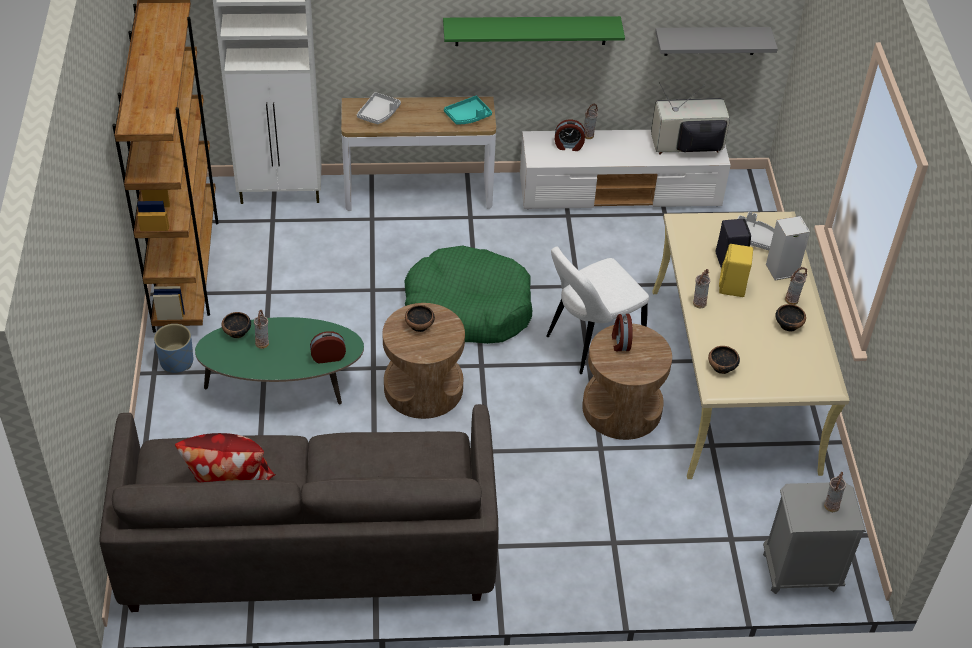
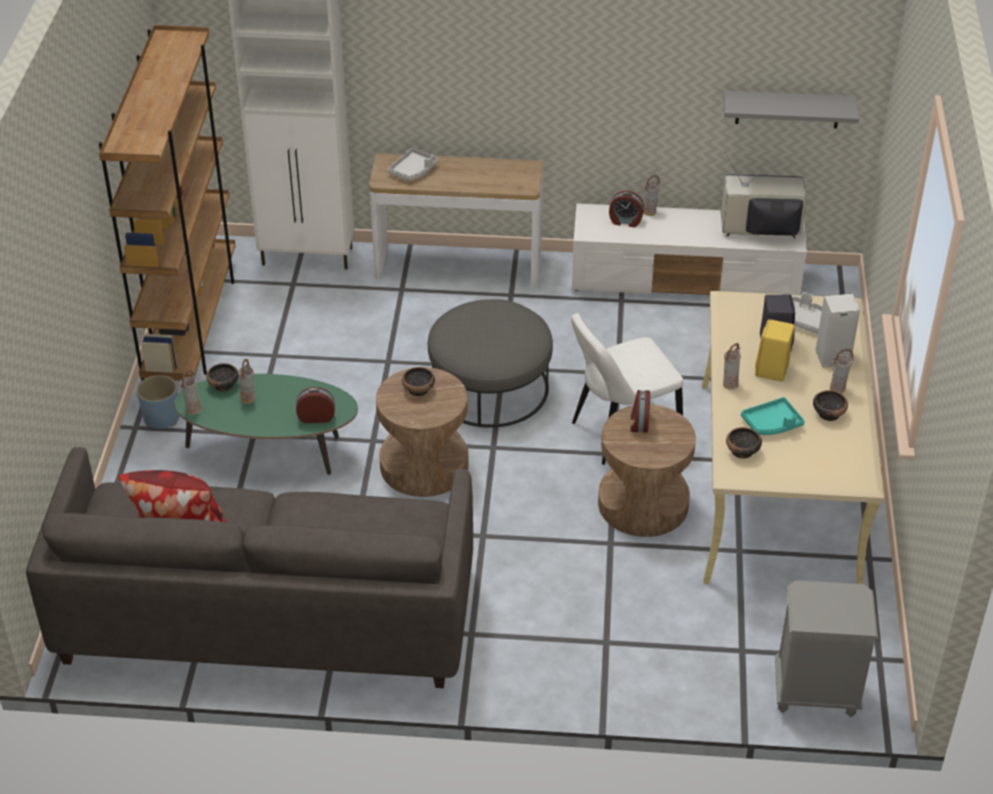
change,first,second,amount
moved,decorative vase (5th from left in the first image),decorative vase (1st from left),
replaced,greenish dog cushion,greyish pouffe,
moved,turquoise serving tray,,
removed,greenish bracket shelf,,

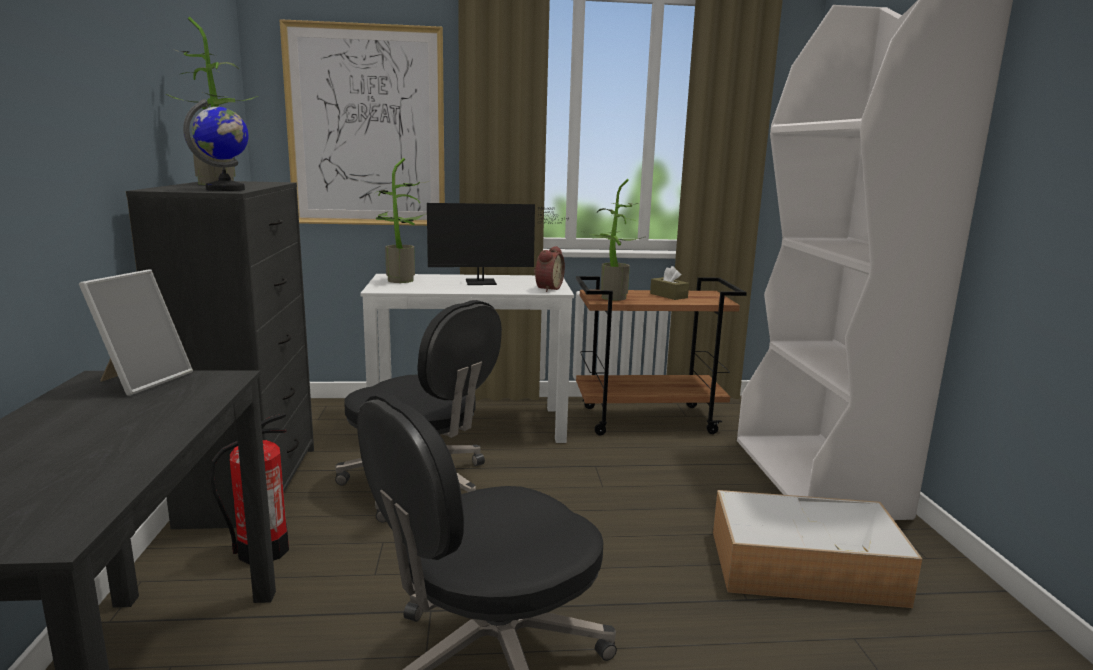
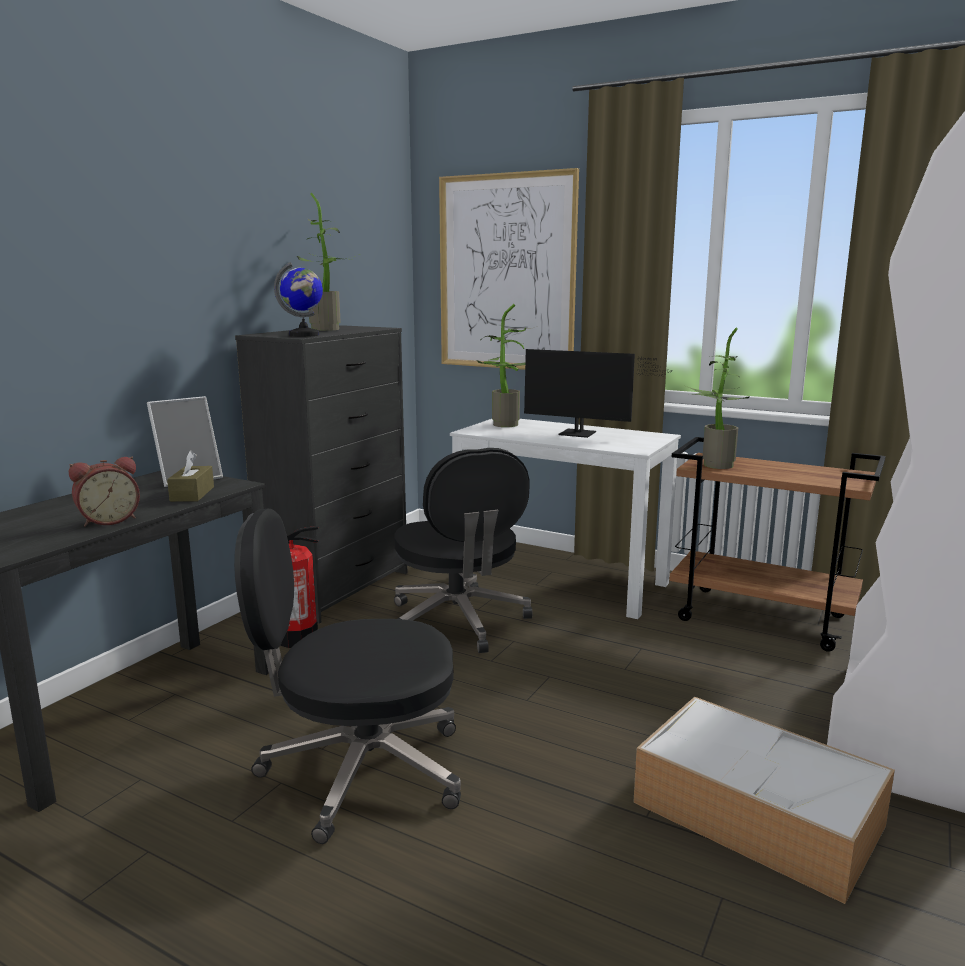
change,first,second,amount
moved,table clock,,
moved,brown-coloured tissue holder,,

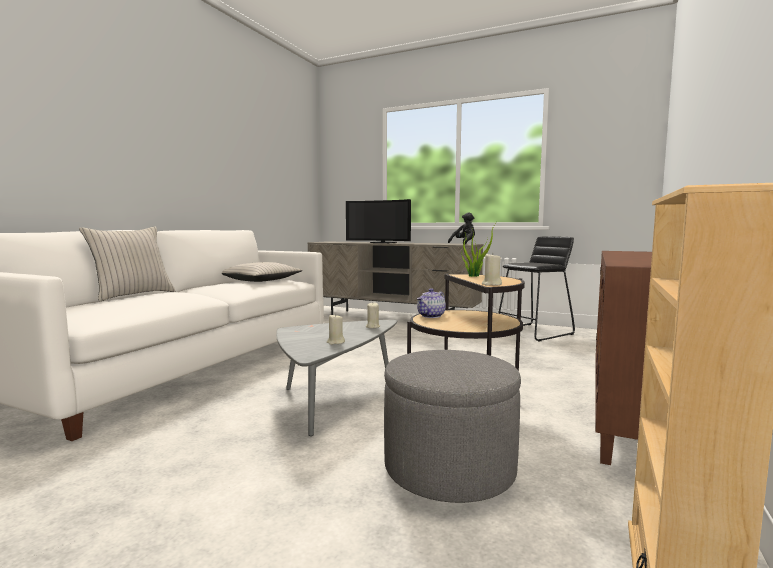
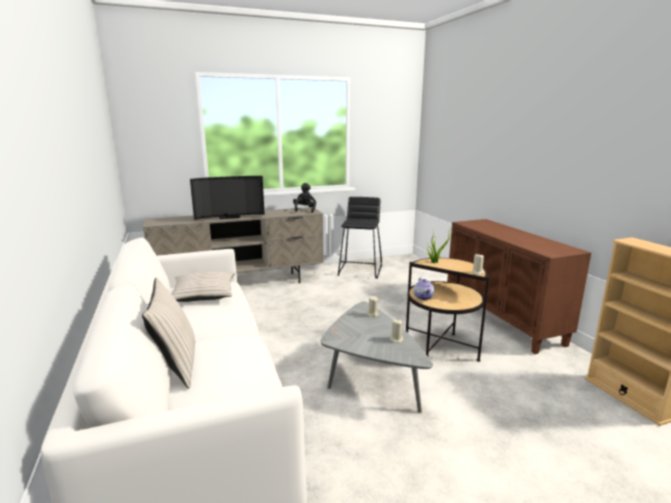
change,first,second,amount
removed,greyish pouffe,,

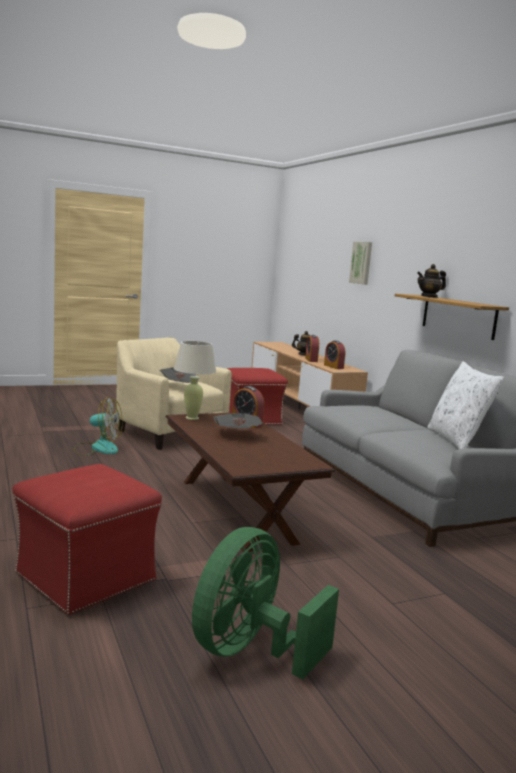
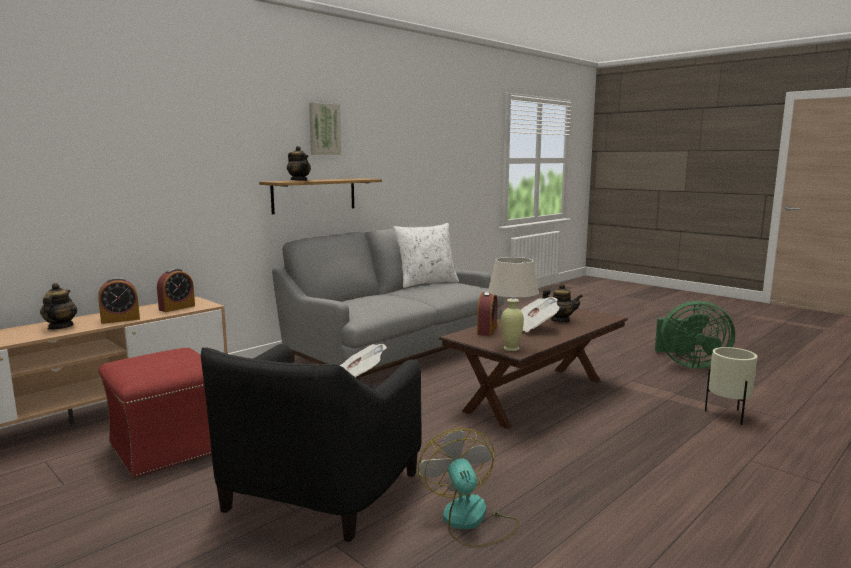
change,first,second,amount
recoloured,beige-coloured easy chair,black easy chair,
moved,picture,,
added,,teapot (3rd from left),
replaced,red pouffe (1st from left),beige-coloured plant pot,

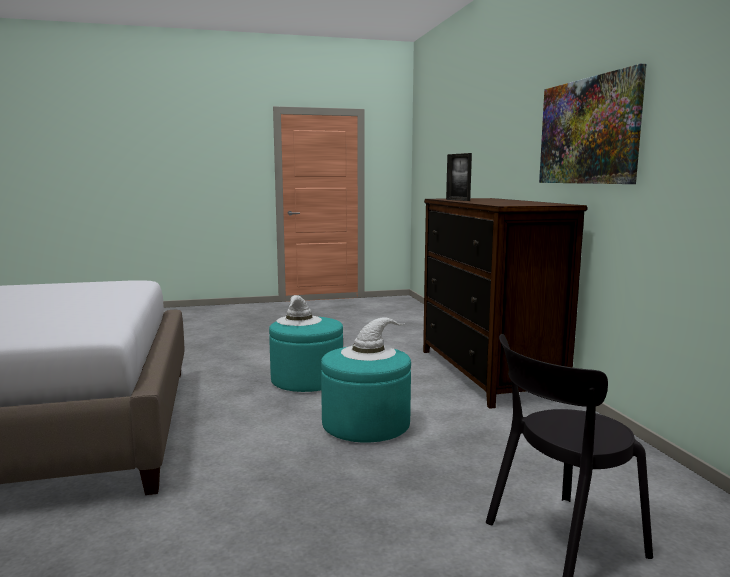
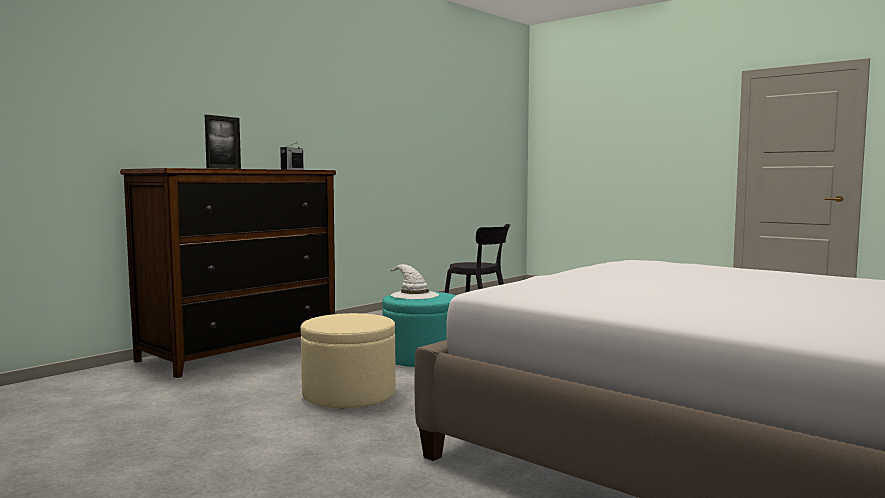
change,first,second,amount
added,,radio,
recoloured,turquoise pouffe (1st from left),beige-coloured pouffe,
removed,whitish clothing hat (1st from left),,
removed,picture,,

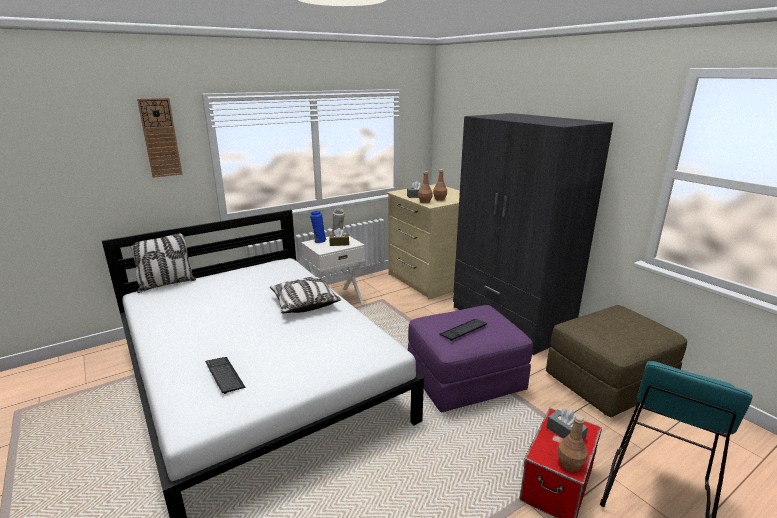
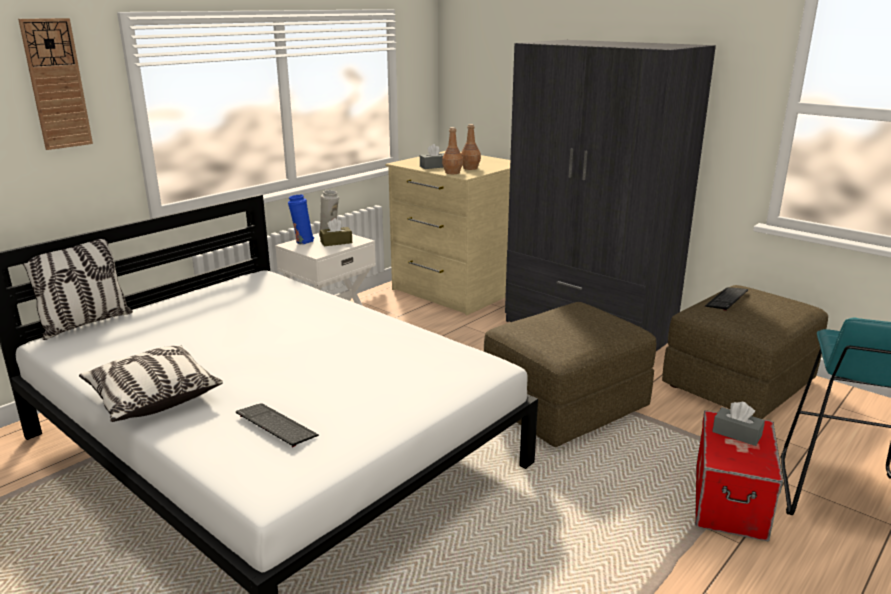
change,first,second,amount
moved,throw pillow (2nd from left),,
recoloured,purple pouffe,brown-coloured pouffe (1st from left),
moved,computer keyboard (2nd from left),,
removed,brown-coloured bottle (3rd from left),,

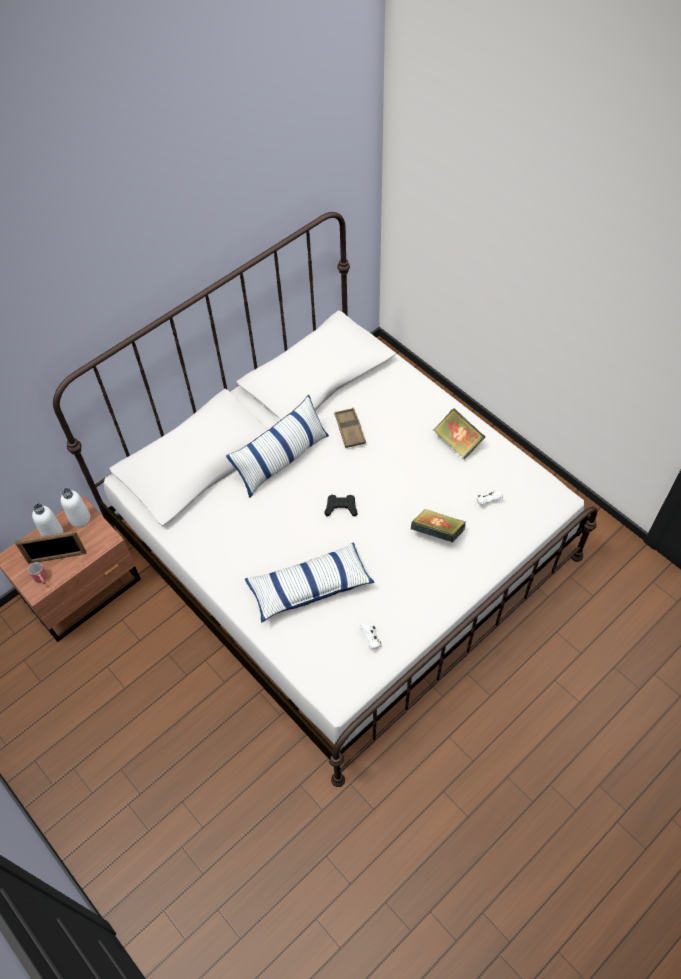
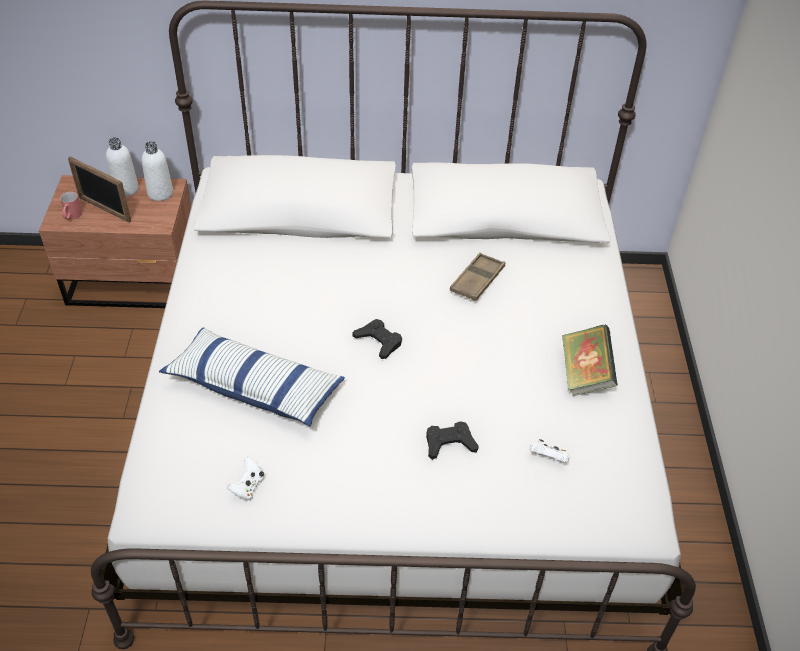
change,first,second,amount
replaced,bound book (1st from left),black joypad (2nd from left),
removed,throw pillow (1st from left),,

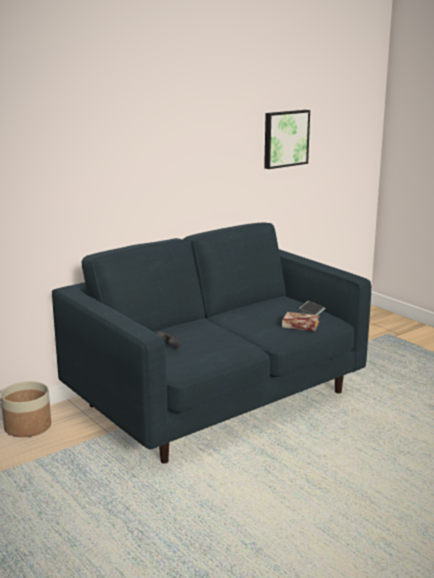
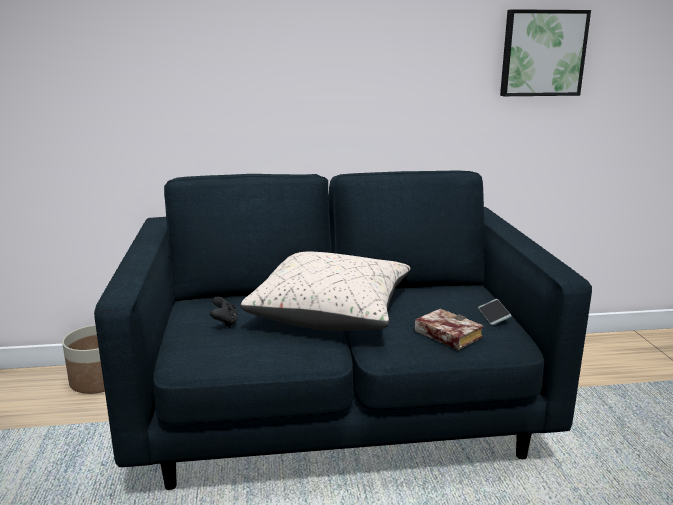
change,first,second,amount
added,,beige-coloured throw pillow,

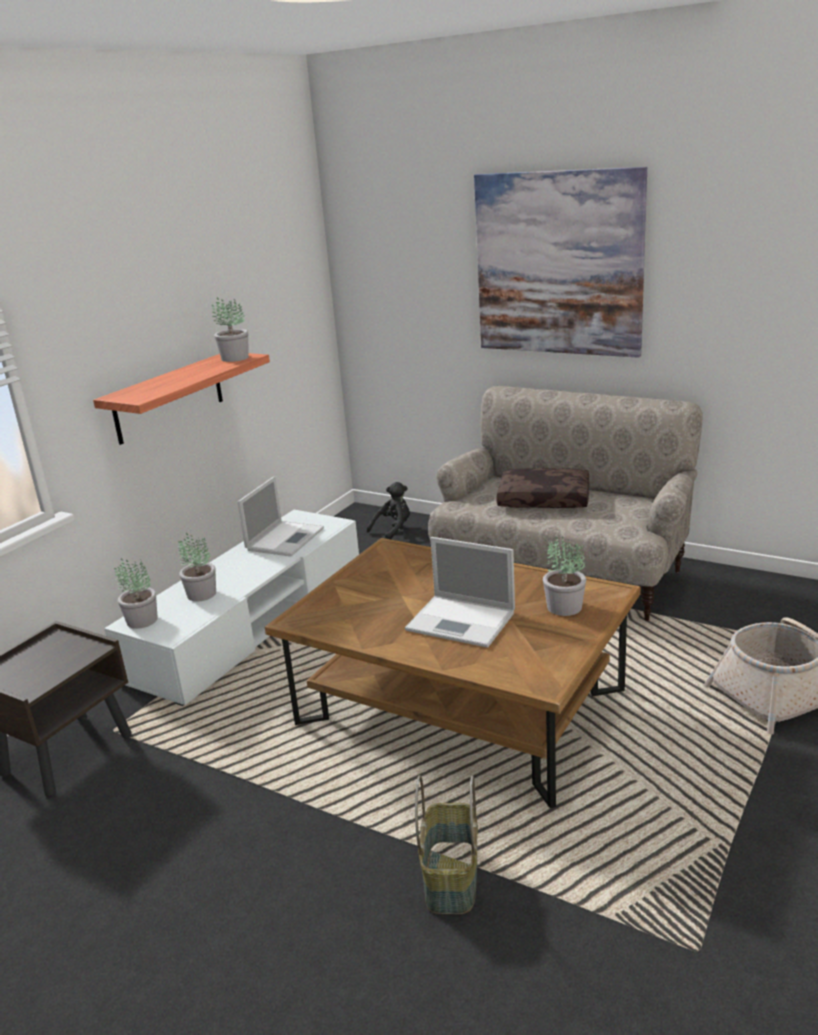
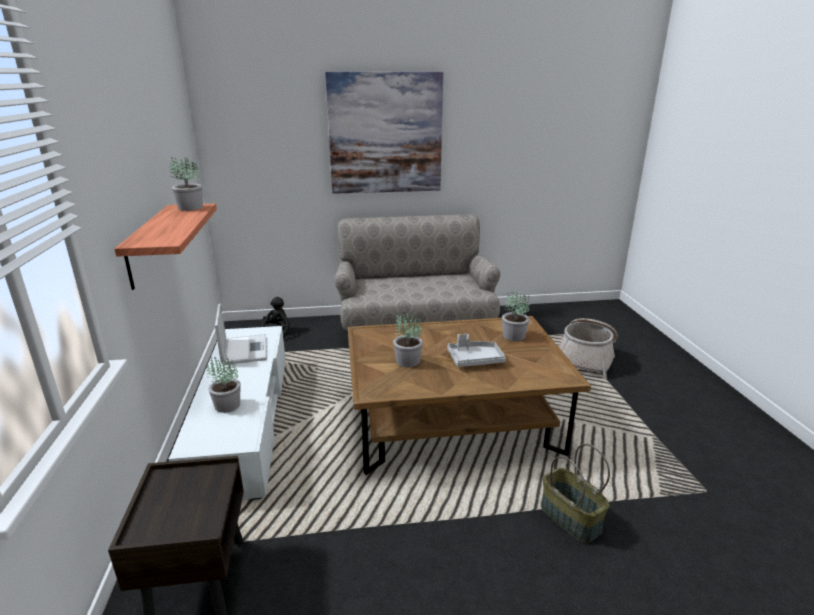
change,first,second,amount
moved,plant in a pot (1st from left in the first image),plant in a pot (3rd from left),
replaced,portable computer (2nd from left),greyish serving tray,
removed,brown-coloured throw pillow,,

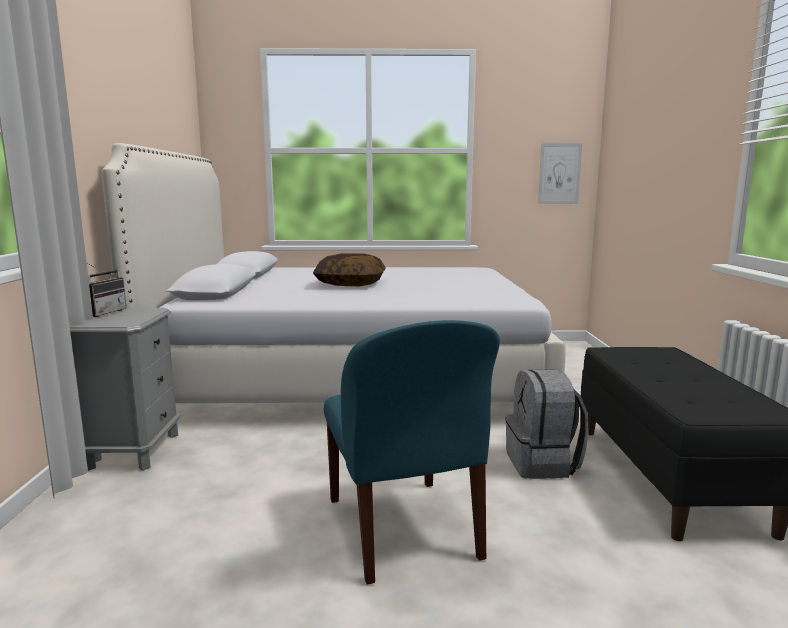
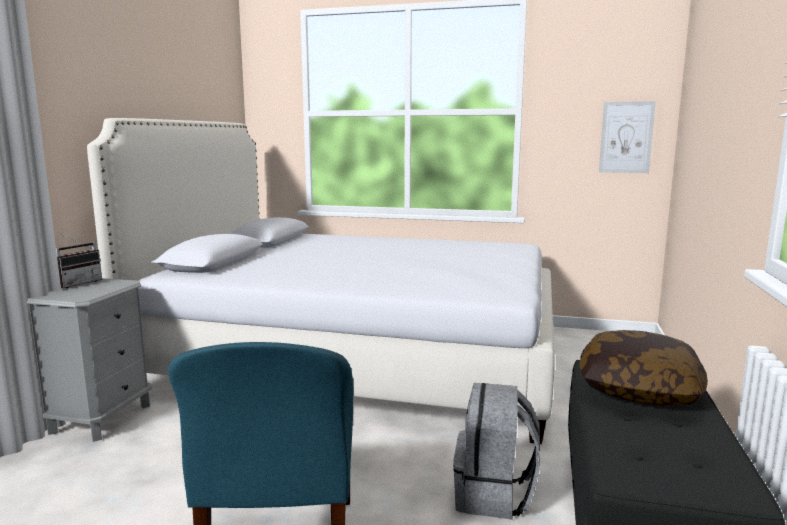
change,first,second,amount
moved,throw pillow,,

